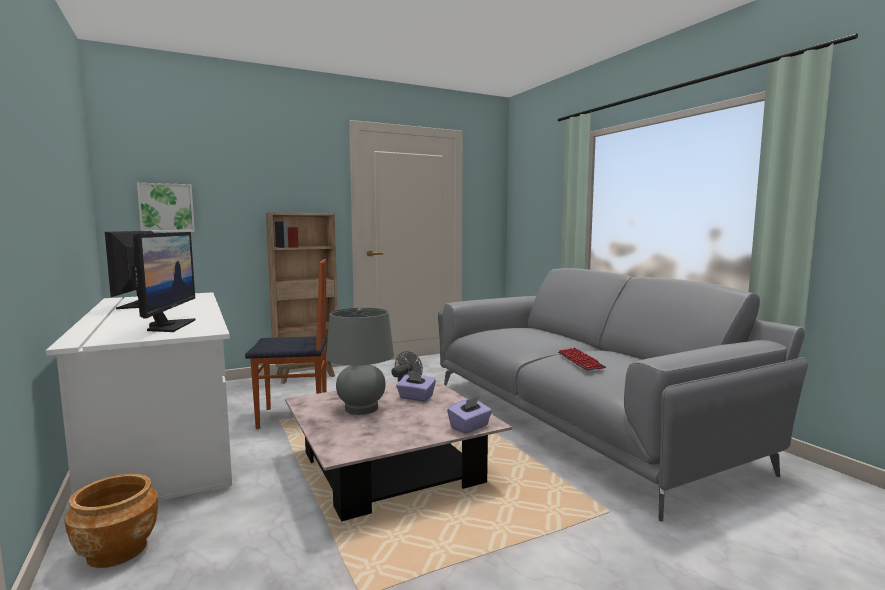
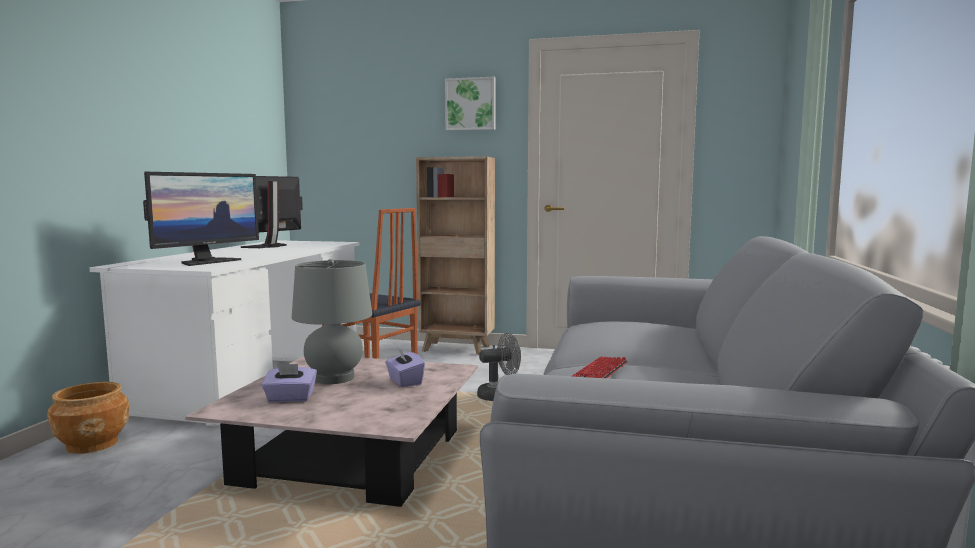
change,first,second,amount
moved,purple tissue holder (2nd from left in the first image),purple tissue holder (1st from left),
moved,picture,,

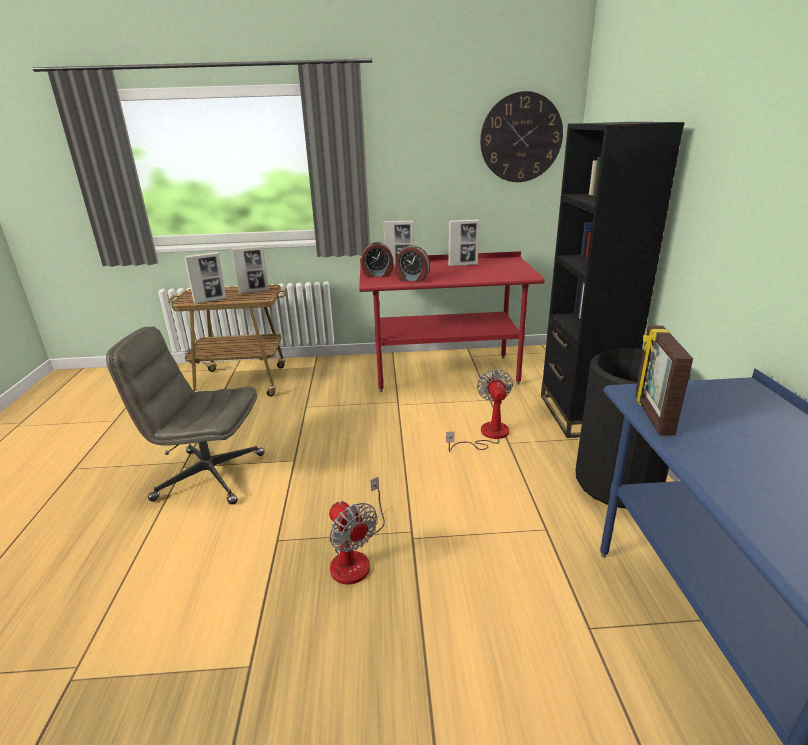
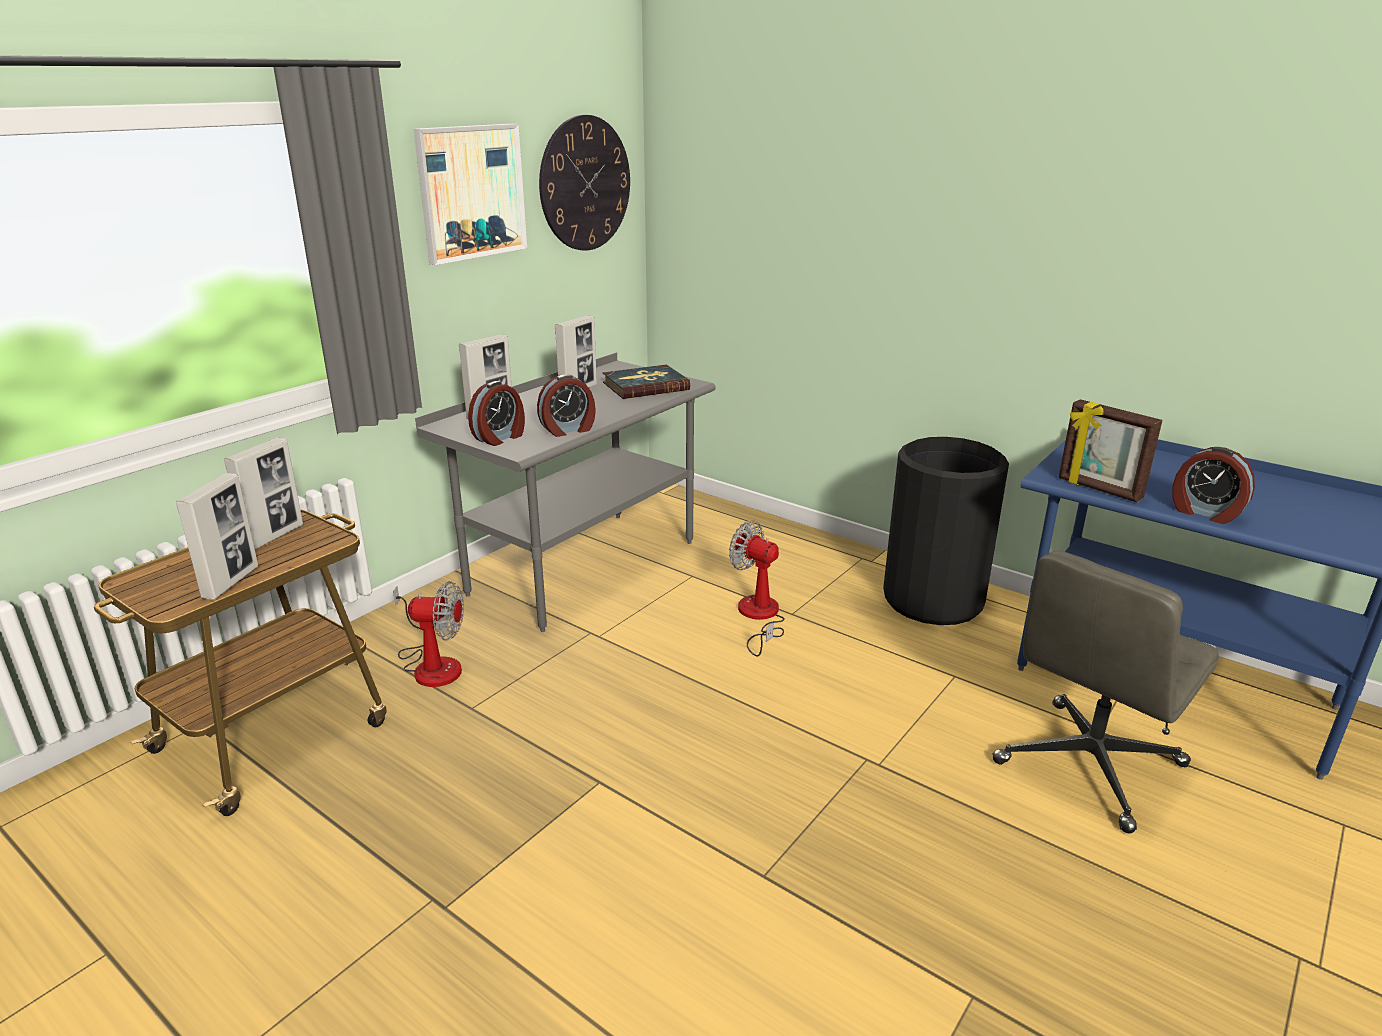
change,first,second,amount
moved,electric fan (1st from left),,
added,,picture,
recoloured,red desk table,greyish desk table,
added,,bound book,
moved,greyish desk chair,,
added,,table clock (3rd from left),
removed,black shelving unit,,

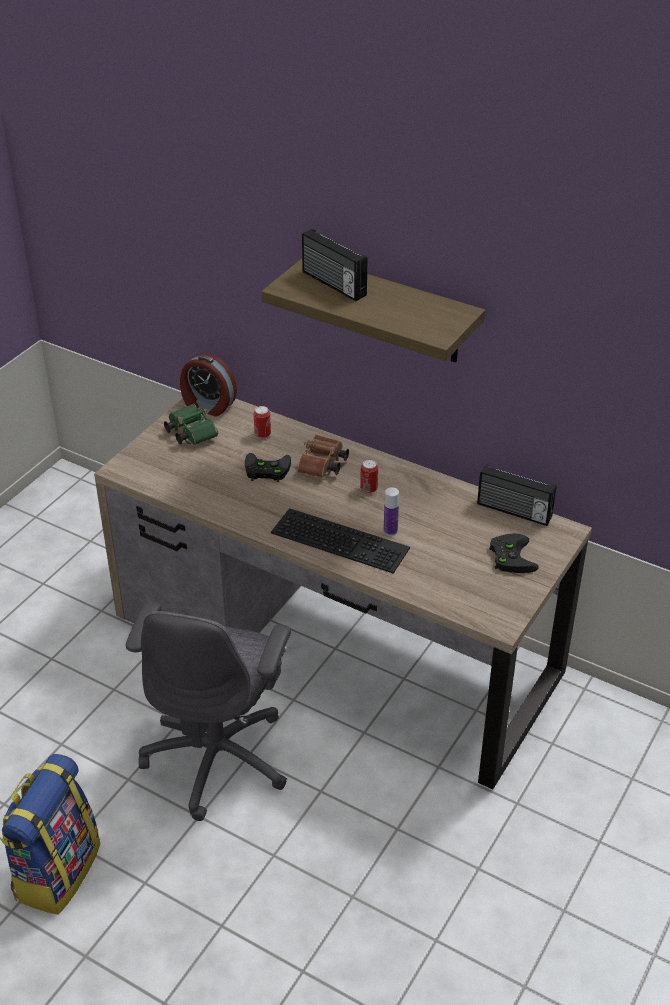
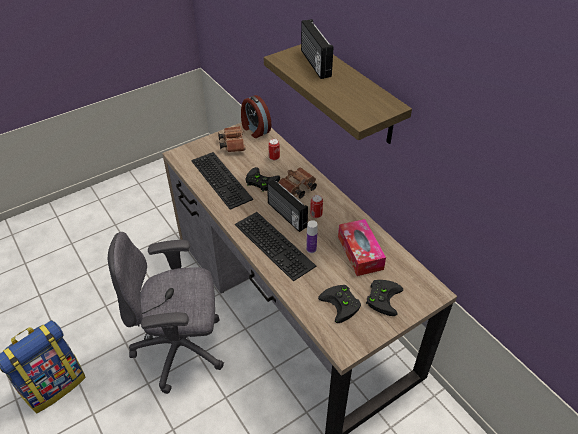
change,first,second,amount
turned,greyish desk chair,,45 degrees clockwise
added,,computer keyboard (1st from left),
recoloured,greenish field glasses,brown-coloured field glasses (1st from left),
moved,radio (2nd from left in the first image),radio (1st from left),
added,,black joypad (2nd from left),
added,,tissue holder,

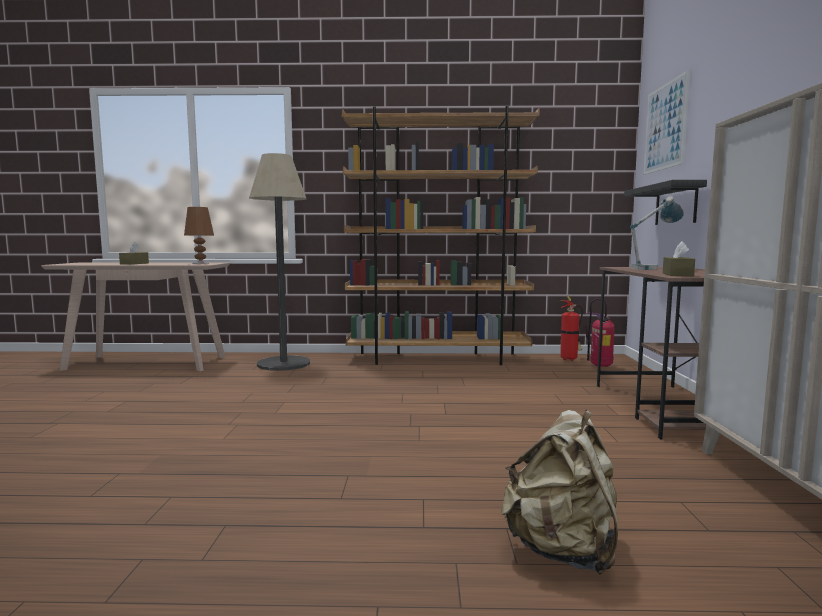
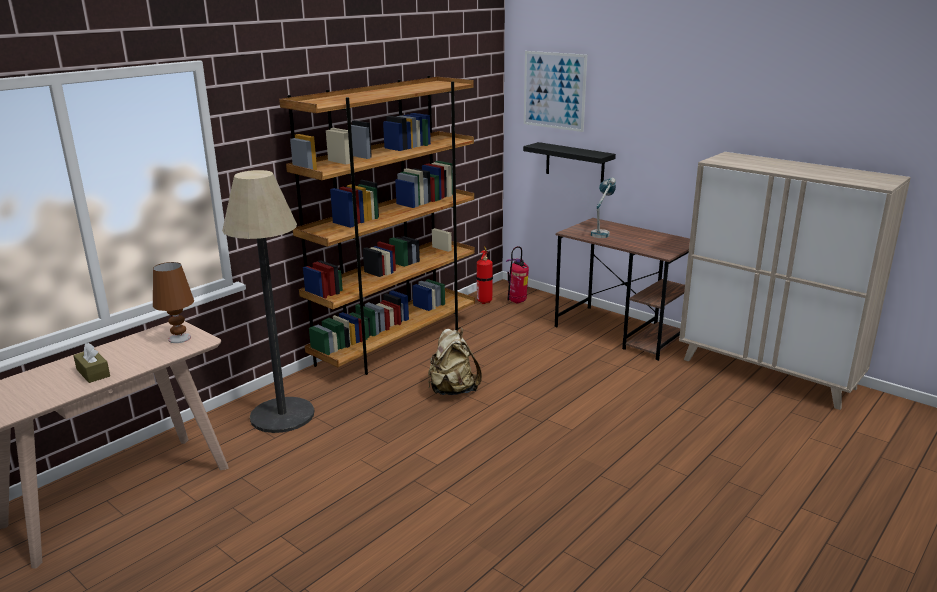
change,first,second,amount
moved,beige-coloured backpack,,
removed,brown-coloured tissue holder (2nd from left),,

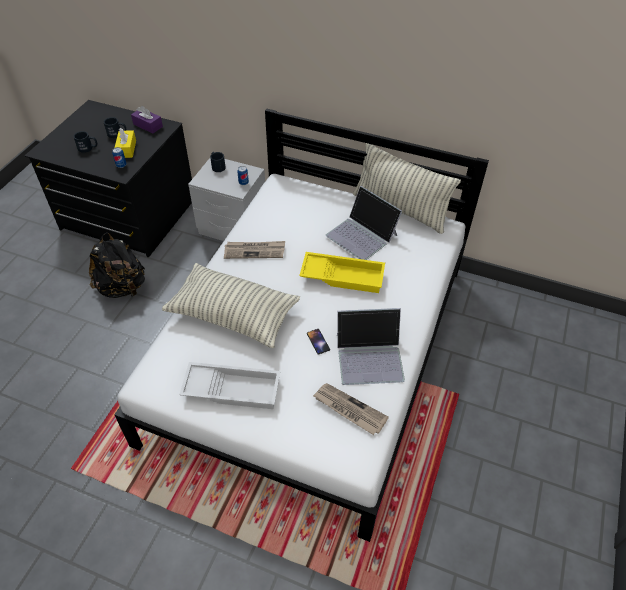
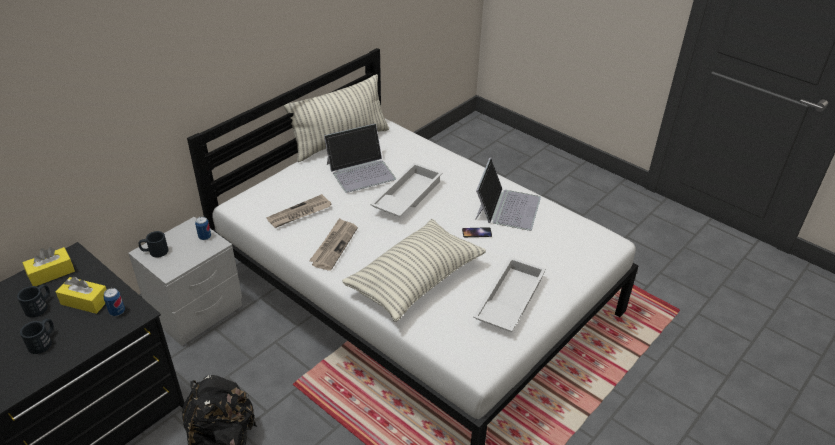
change,first,second,amount
recoloured,purple tissue holder,yellow-coloured tissue holder (1st from left),
moved,newspaper (2nd from left in the first image),newspaper (1st from left),
recoloured,yellow-coloured serving tray,whitish serving tray (1st from left),

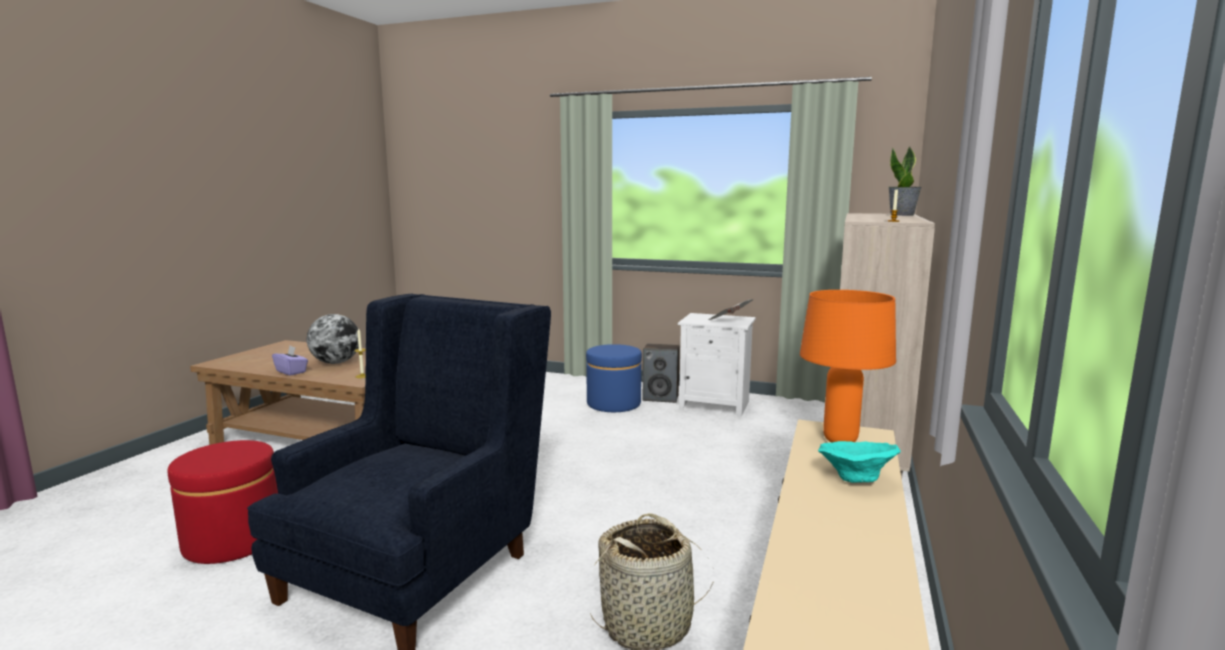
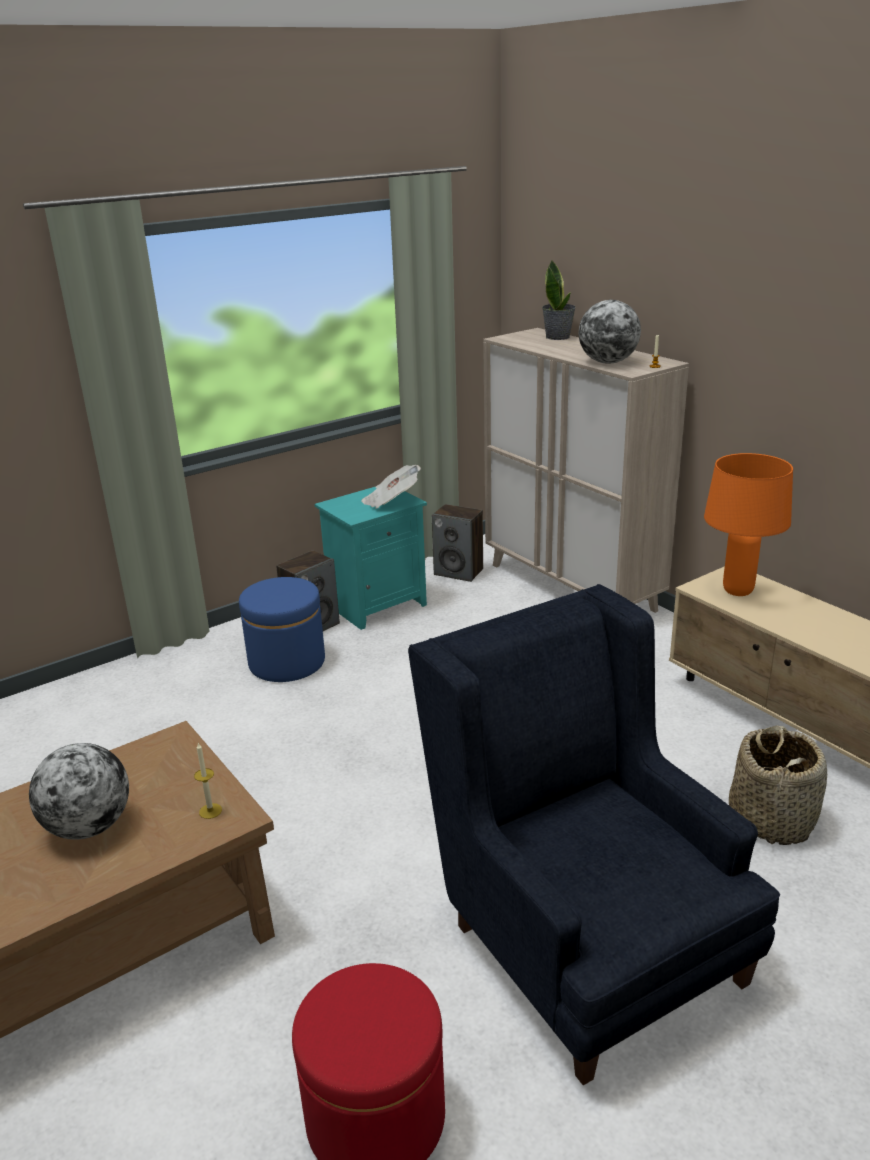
change,first,second,amount
recoloured,whitish night table,turquoise night table,
added,,audio speaker (2nd from left),
added,,desk globe (2nd from left),
removed,purple tissue holder,,
removed,turquoise bowl,,

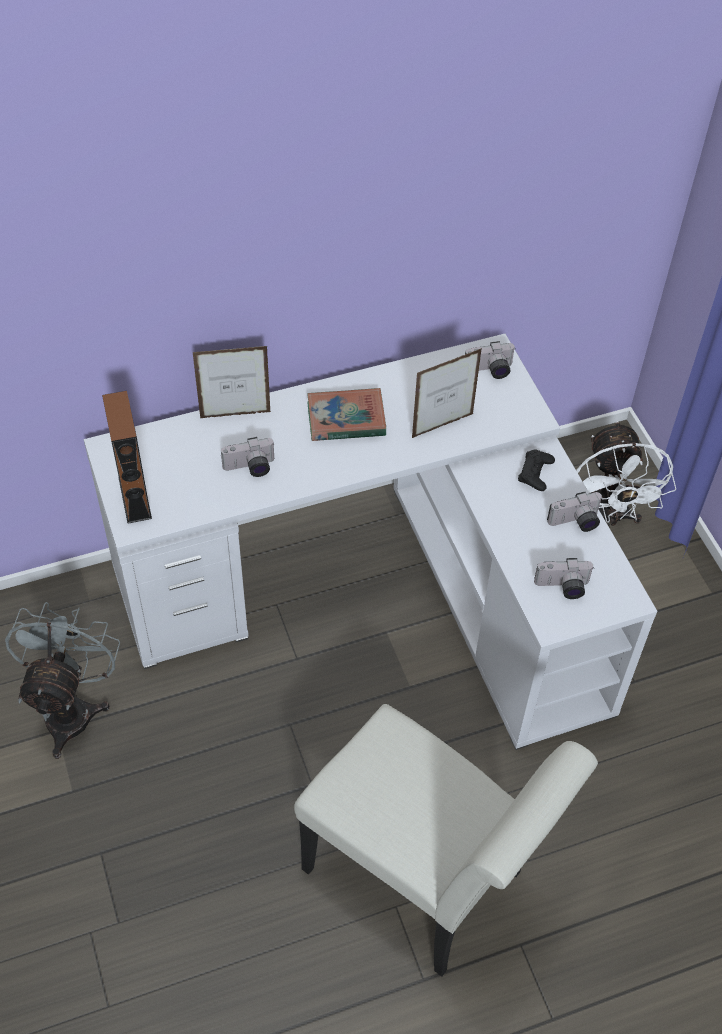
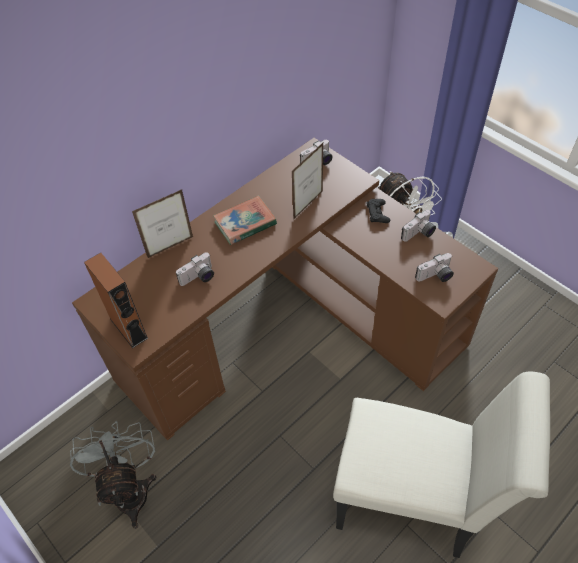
change,first,second,amount
recoloured,whitish desk table,brown-coloured desk table,

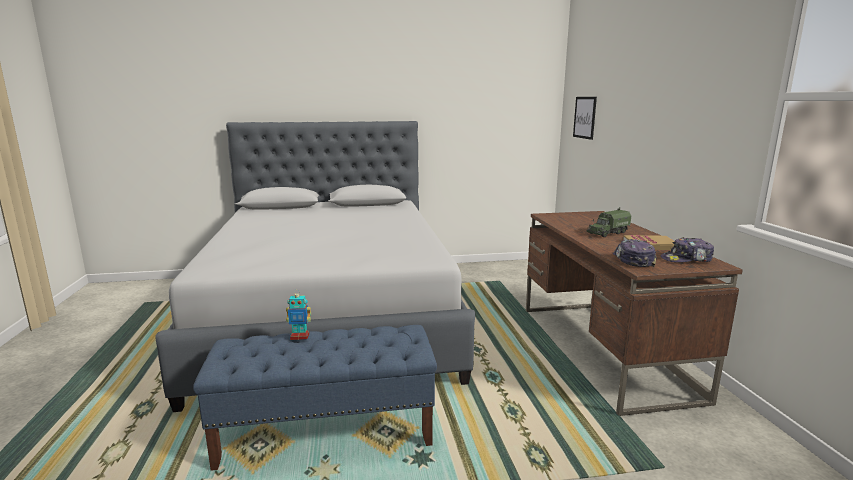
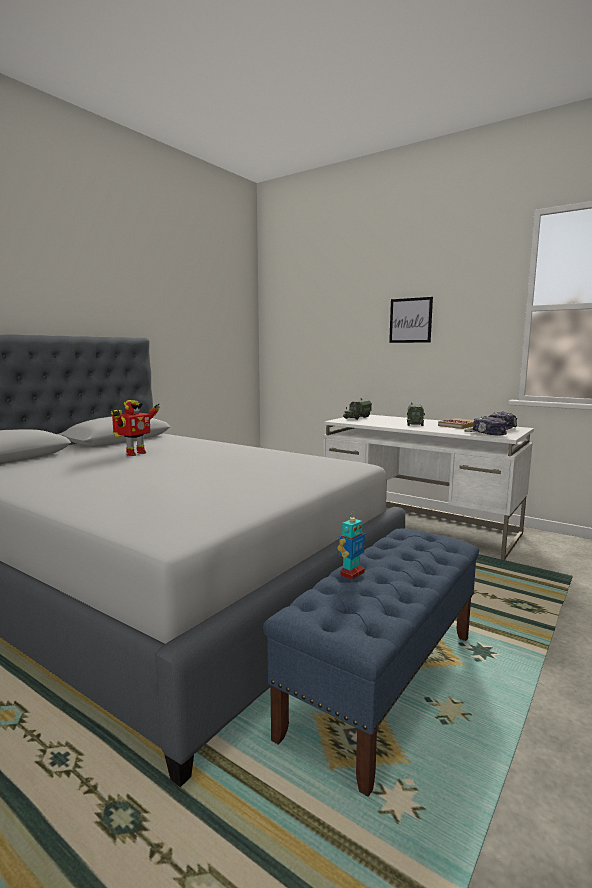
change,first,second,amount
added,,robot figure (1st from left),
recoloured,brown-coloured desk table,whitish desk table,
added,,toy lorry (1st from left),
moved,picture,,

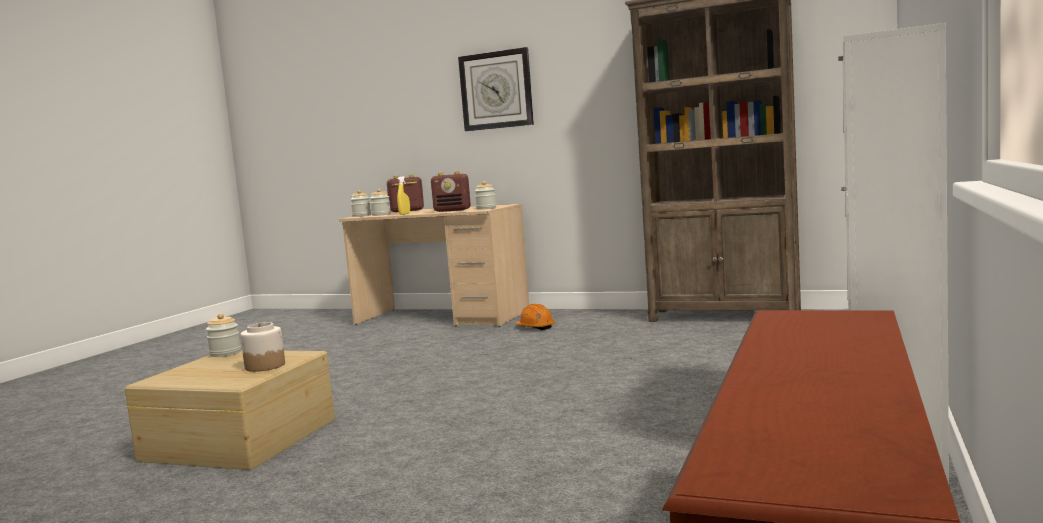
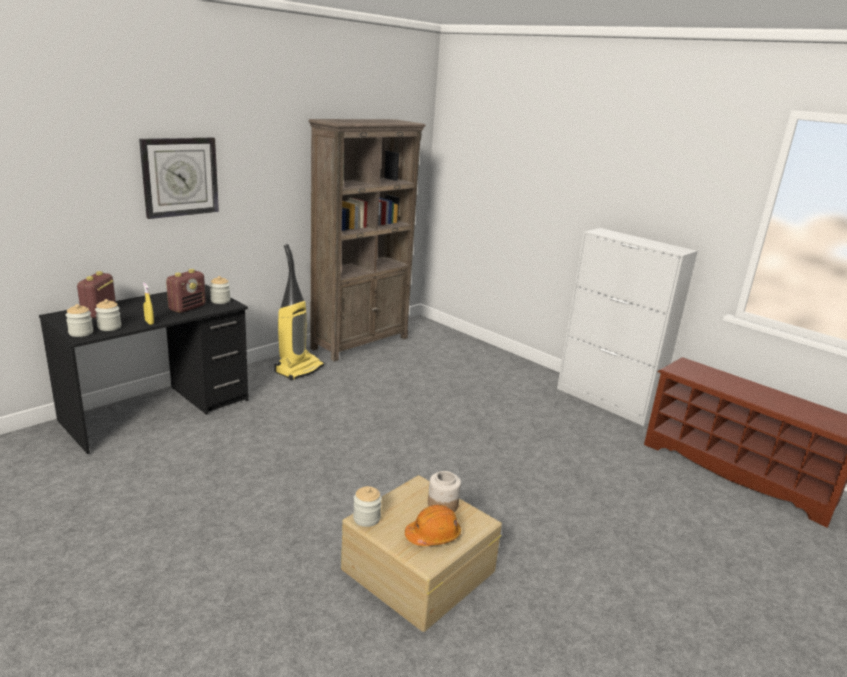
change,first,second,amount
recoloured,beige-coloured desk table,black desk table,
added,,vacuum cleaner,
moved,orangey hard hat,,

